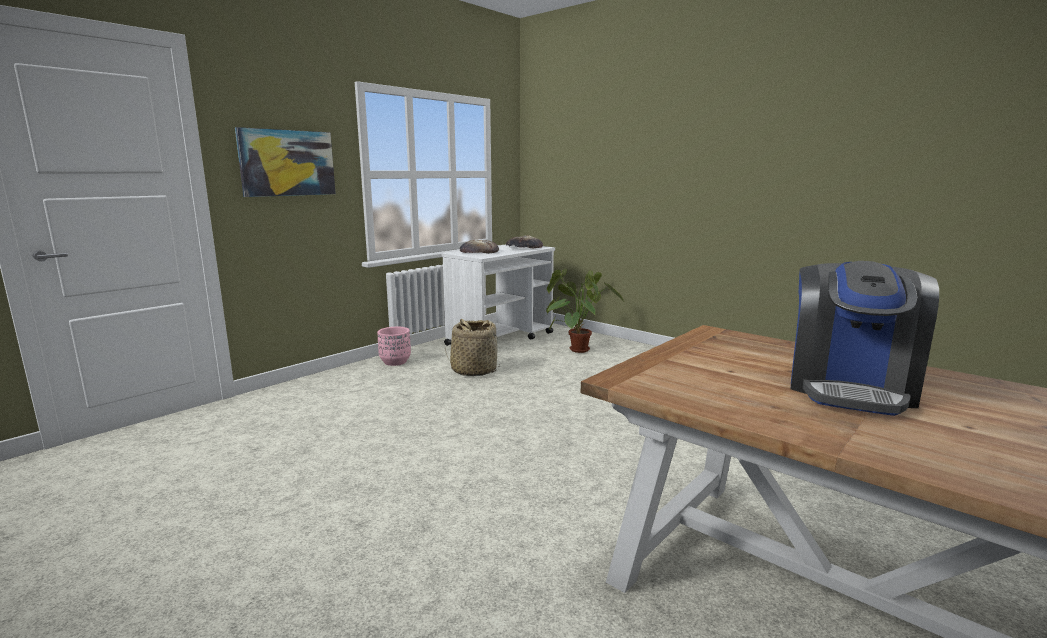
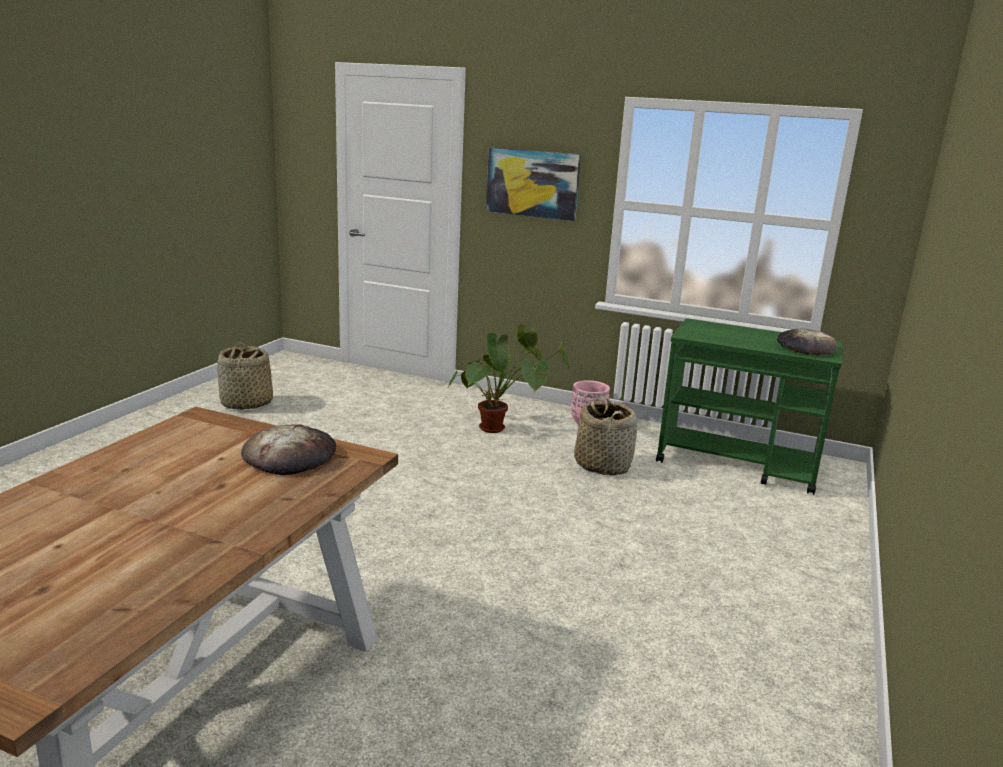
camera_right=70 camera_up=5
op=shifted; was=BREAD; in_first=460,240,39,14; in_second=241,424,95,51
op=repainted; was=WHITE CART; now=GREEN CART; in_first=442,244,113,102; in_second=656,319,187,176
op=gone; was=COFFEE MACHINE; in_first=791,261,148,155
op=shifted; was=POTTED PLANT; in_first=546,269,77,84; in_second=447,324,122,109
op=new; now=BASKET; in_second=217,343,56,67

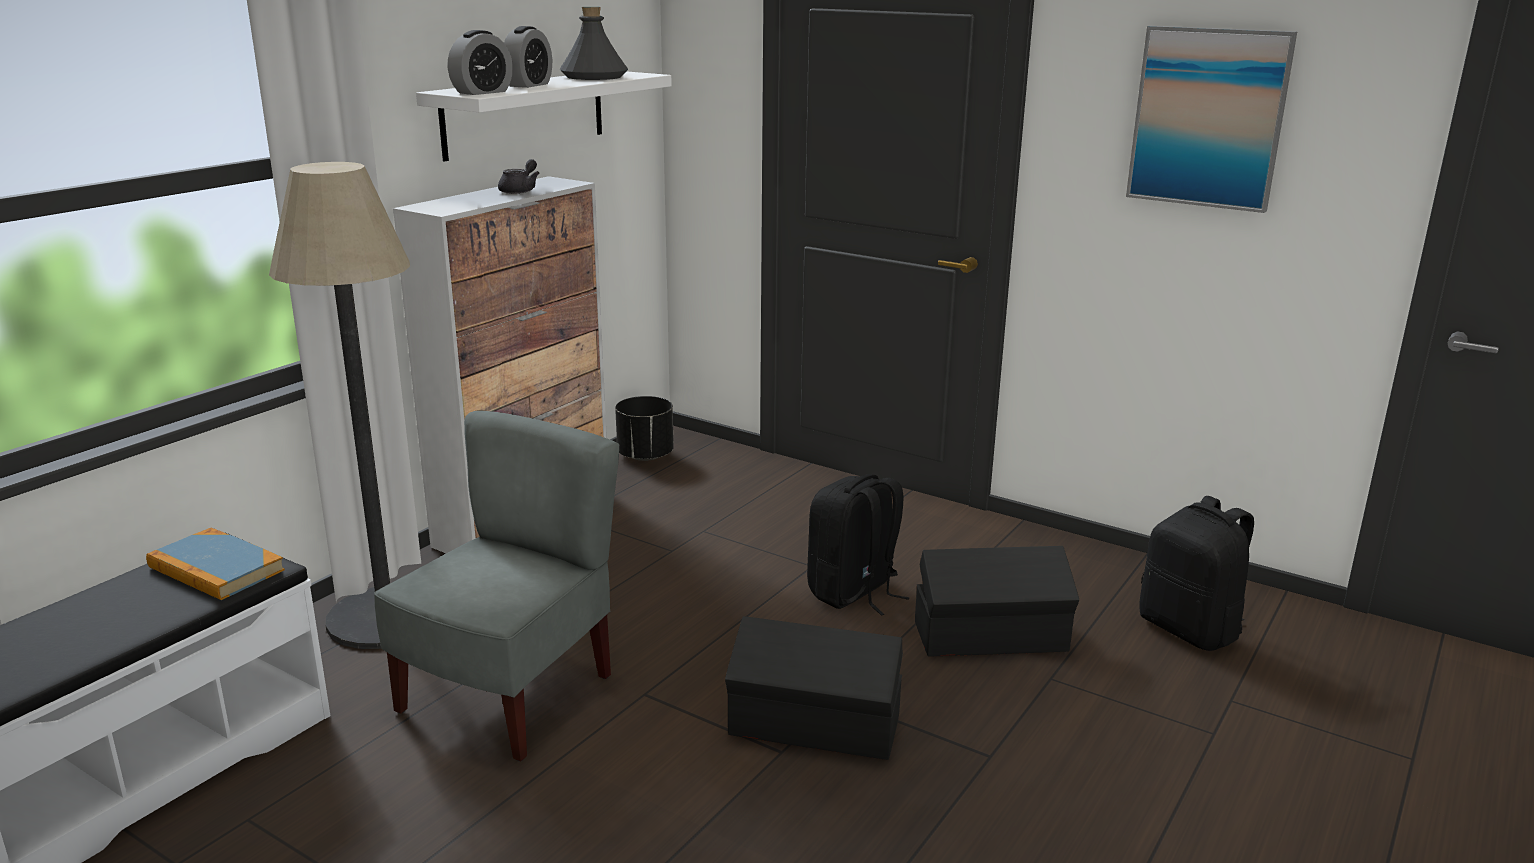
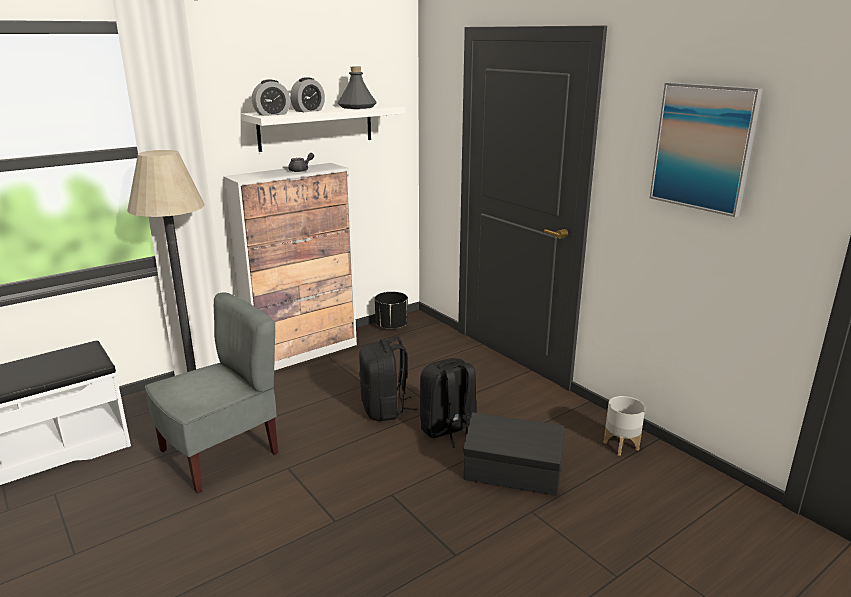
camera_right=20 camera_up=0
op=shifted; was=BLACK BACKPACK; in_first=1139,496,115,155; in_second=359,336,58,85
op=gone; was=BOOK; in_first=146,528,139,72
op=gone; was=BLACK STORAGE BOX; in_first=725,616,178,144
op=new; now=GREY PLANTER; in_second=604,396,41,60

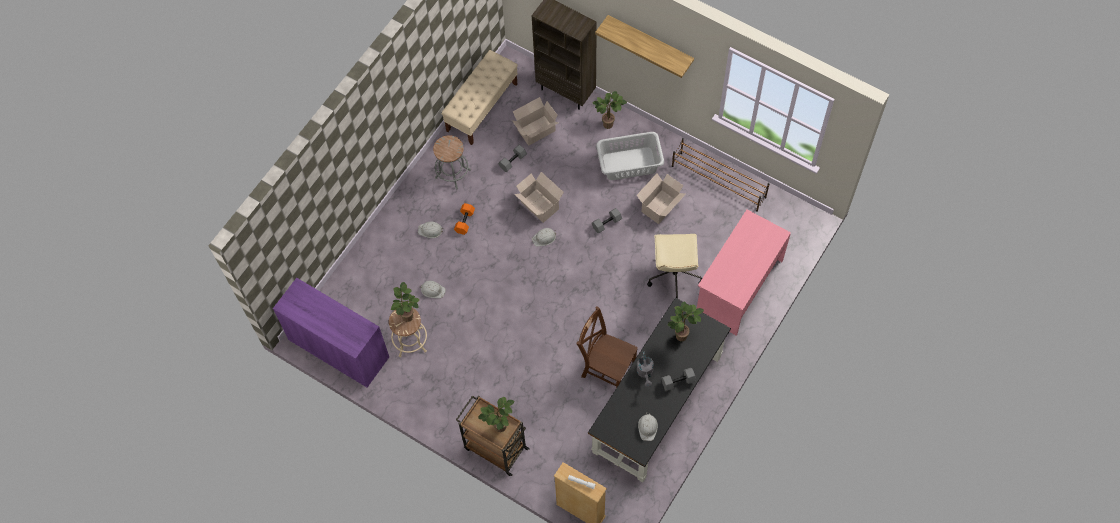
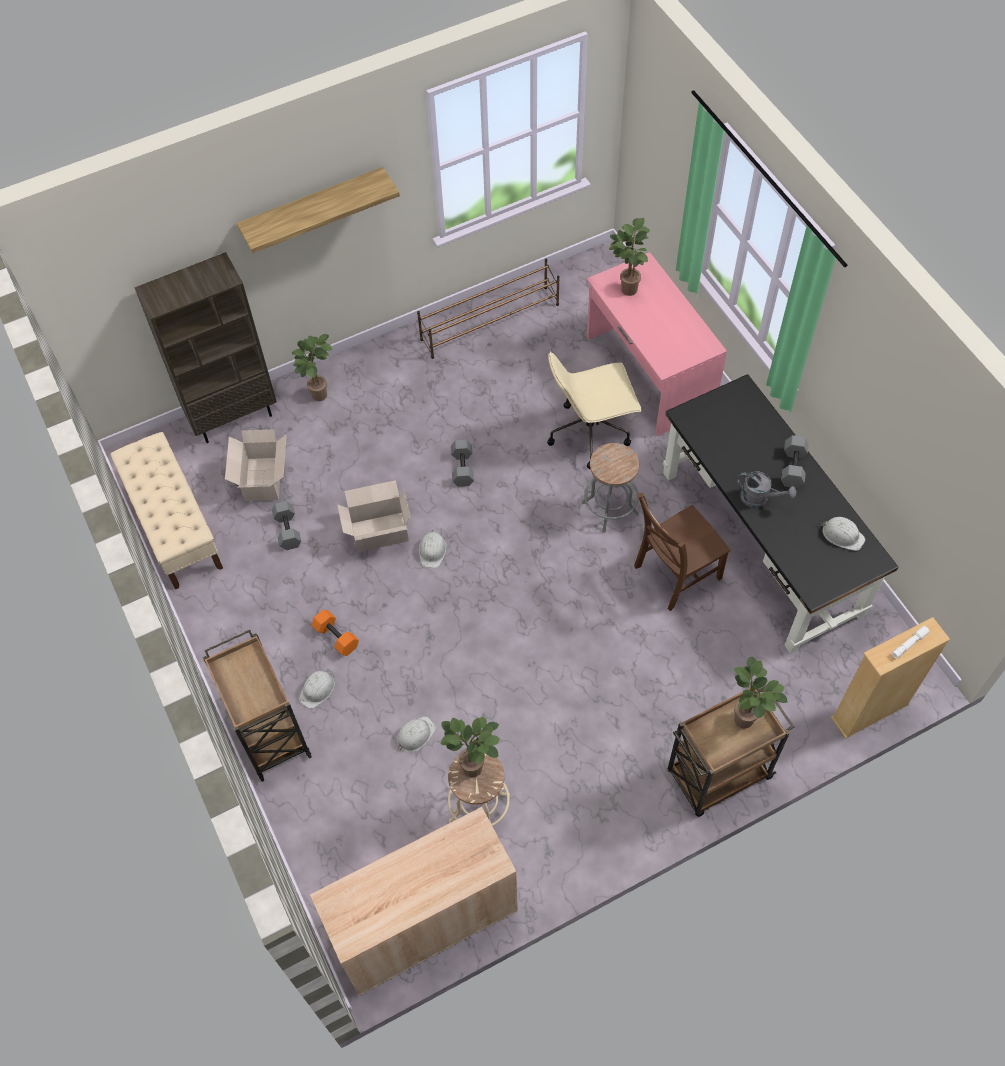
camera_right=-60 camera_up=-5
op=gone; was=GREY LAUNDRY BASKET; in_first=596,132,68,48
op=shifted; was=GREY STOOL; in_first=433,135,38,54; in_second=582,443,57,90
op=gone; was=CARDBOARD BOX; in_first=637,174,49,50
op=rotated; was=BEIGE OFFICE CHAIR; in_first=647,234,55,65; in_second=547,351,95,118; clockwise=135
op=repainted; was=PURPLE CABINET; now=BEIGE CABINET; in_first=273,278,116,110; in_second=310,807,208,189
op=shifted; was=POTTED PLANT; in_first=668,301,36,41; in_second=609,218,41,78
op=new; now=BROWN CART; in_second=203,630,109,152

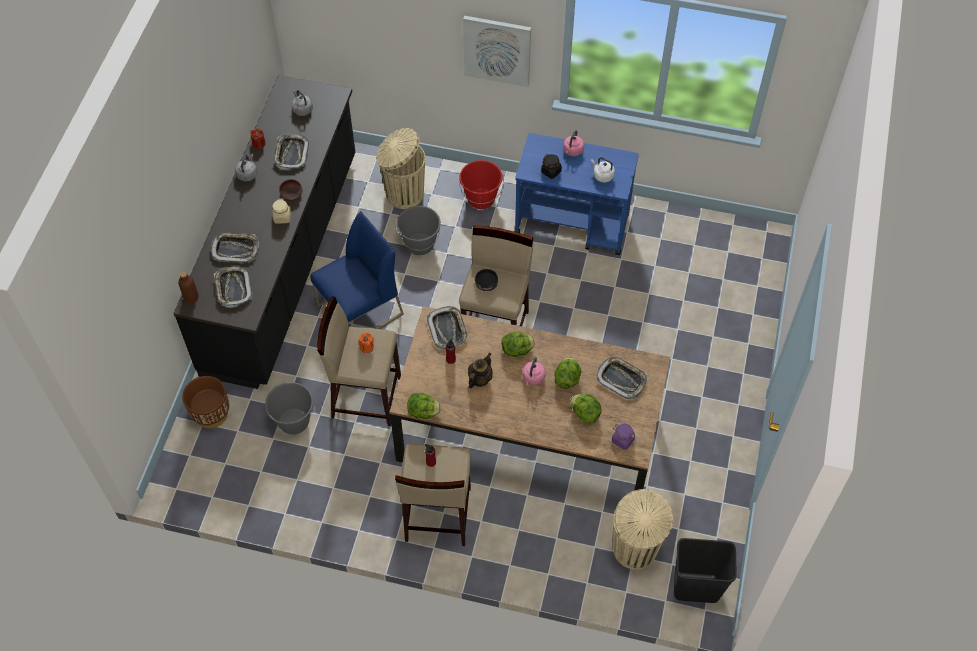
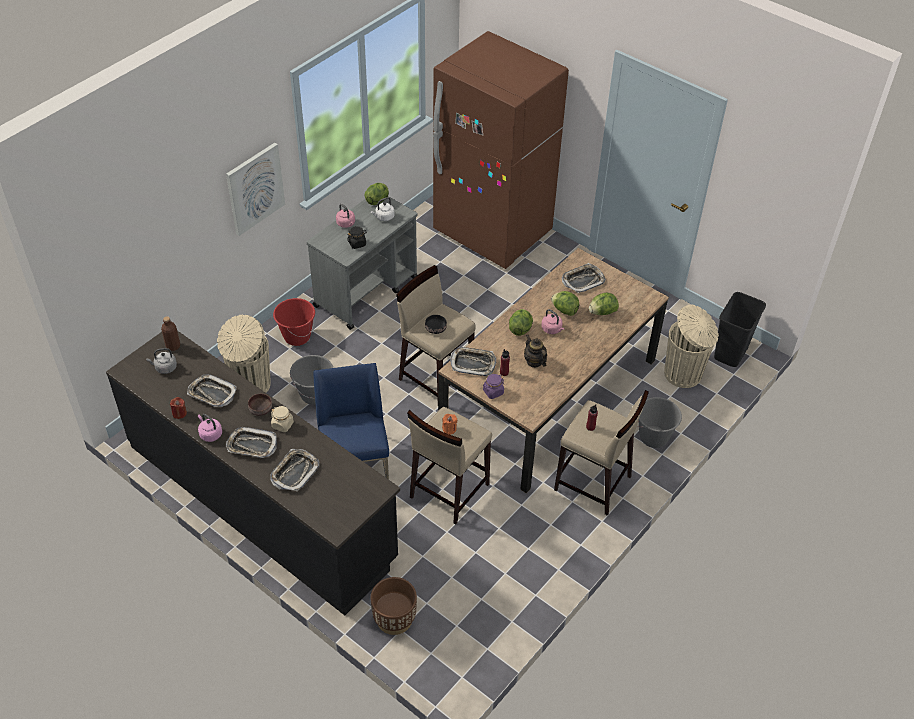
camera_right=-65 camera_up=-10
op=repainted; was=BLUE CART; now=GREY CART; in_first=515,133,124,122; in_second=307,196,110,134
op=repainted; was=GREY KETTLE; now=PINK KETTLE; in_first=235,154,22,28; in_second=198,414,24,28
op=shifted; was=TRAY; in_first=214,266,38,42; in_second=226,427,51,31
op=shifted; was=BROWN BOTTLE; in_first=178,272,21,31; in_second=161,316,19,35
op=shifted; was=GREY BUCKET; in_first=265,382,50,53; in_second=638,397,44,51
op=shifted; was=LETTUCE; in_first=407,393,35,26; in_second=365,183,24,22
op=shifted; was=PURPLE JAR; in_first=612,424,23,26; in_second=483,374,21,25
op=new; now=BROWN FRIDGE; in_second=433,31,136,238

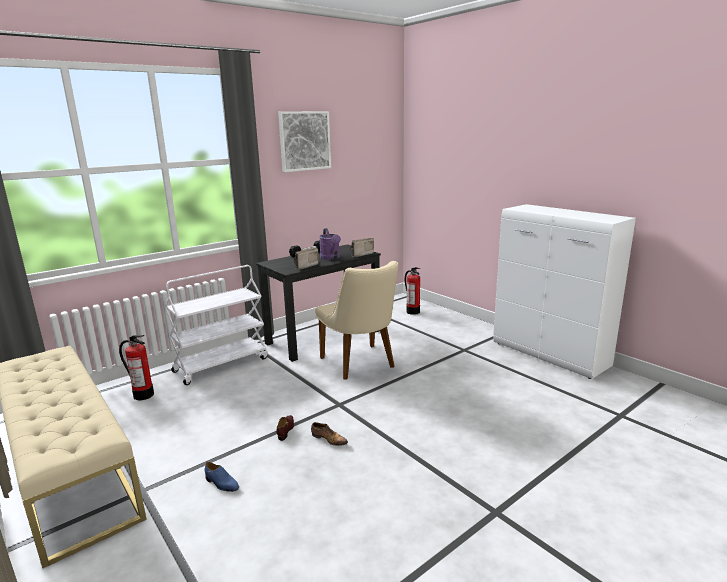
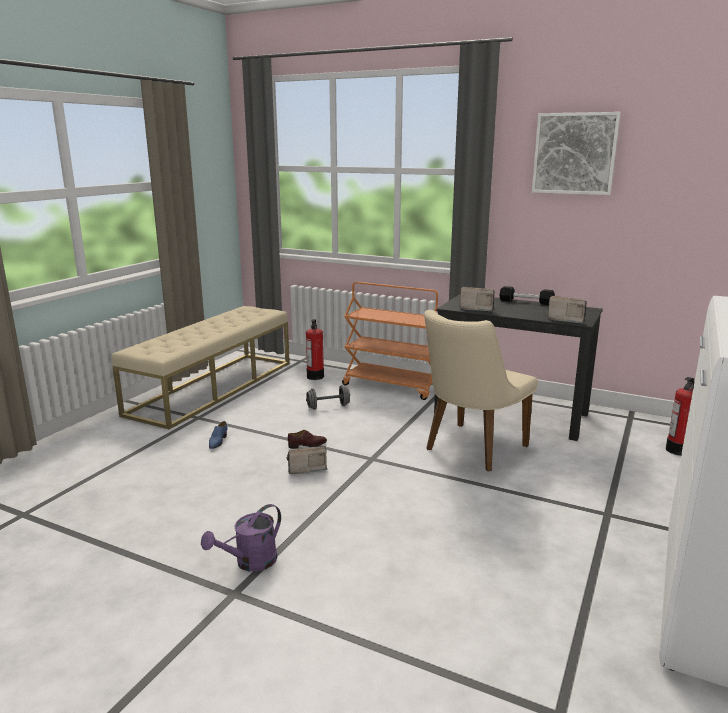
camera_right=65 camera_up=0
op=shifted; was=PURPLE WATERING CAN; in_first=319,228,22,32; in_second=201,504,80,68
op=repainted; was=WHITE CART; now=ORANGE CART; in_first=165,265,103,120; in_second=342,282,96,118
op=swapped; was=SHOE; now=RADIO; in_first=311,422,37,24; in_second=287,447,41,27
op=new; now=GREY DUMBBELL; in_second=306,386,44,24

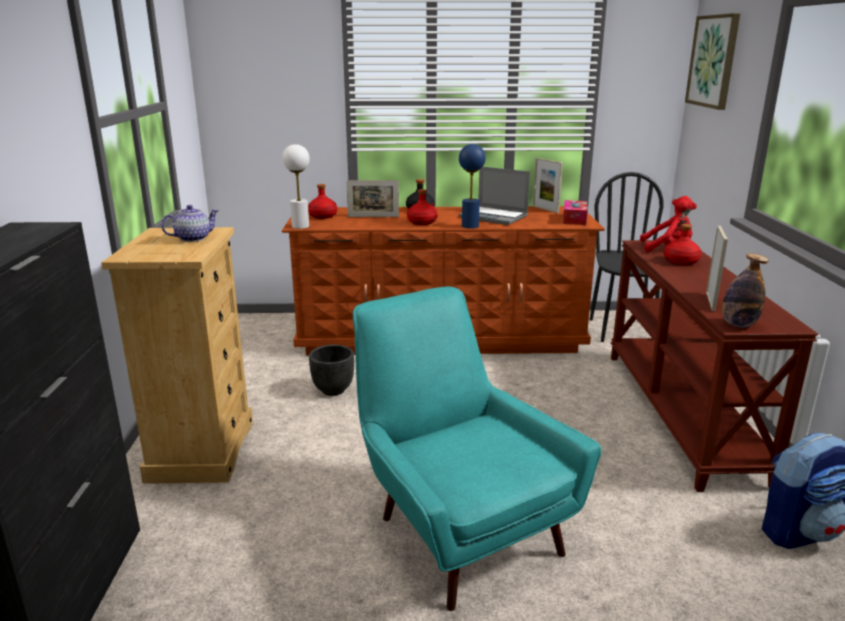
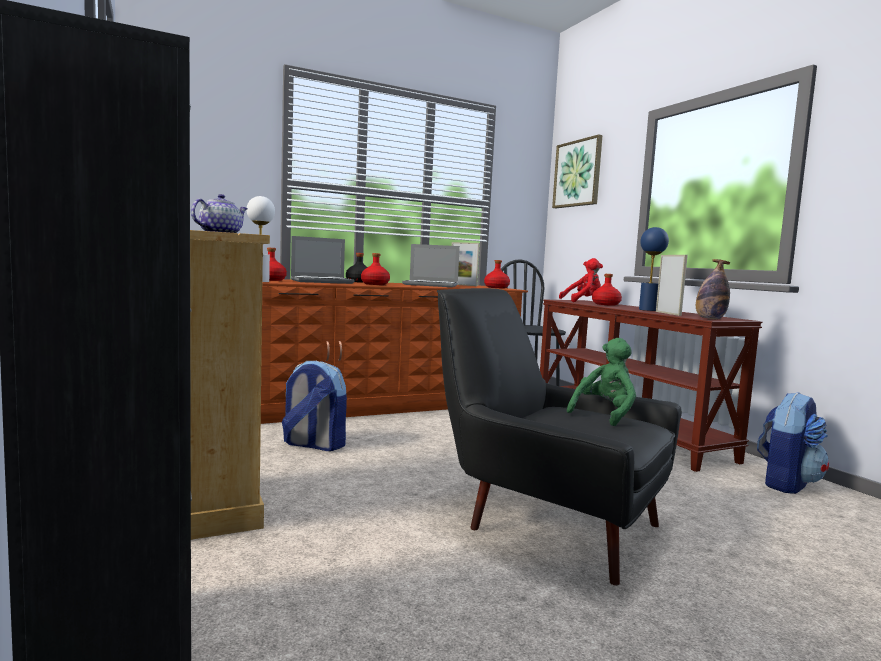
camera_right=-25 camera_up=-15
op=shifted; was=BLUE TABLE LAMP; in_first=459,144,27,85; in_second=639,227,30,84
op=swapped; was=PICTURE FRAME; now=LAPTOP; in_first=346,180,53,37; in_second=291,236,64,48
op=swapped; was=TISSUE BOX; now=RED BOTTLE; in_first=563,200,24,25; in_second=484,260,26,28
op=repainted; was=TURQUOISE ARMCHAIR; now=BLACK ARMCHAIR; in_first=353,287,249,324; in_second=437,288,245,298
op=swapped; was=BLACK PLANTER; now=BACKPACK; in_first=309,345,45,51; in_second=282,361,65,90
op=new; now=GREEN PLUSH TOY; in_second=567,338,69,88

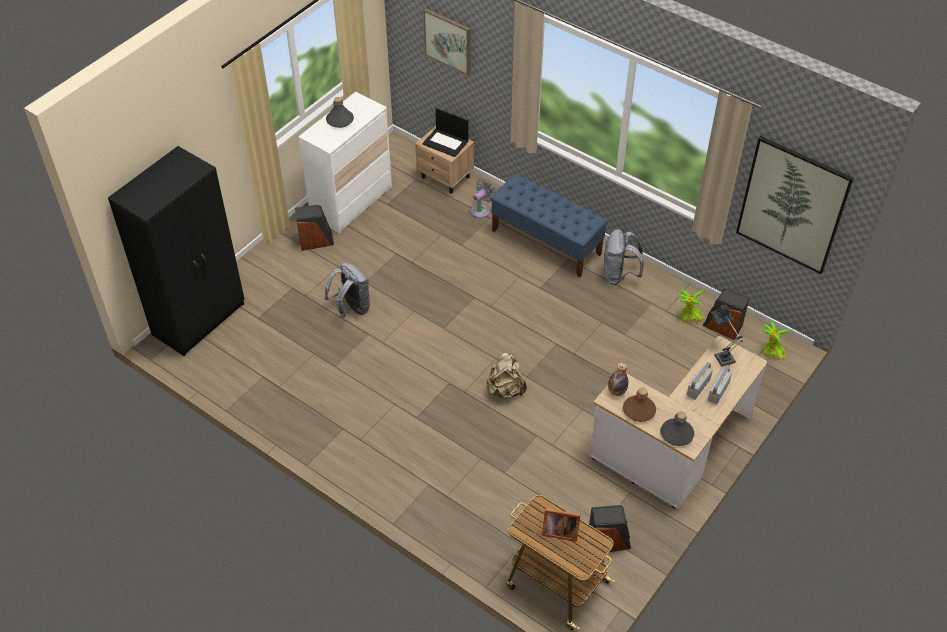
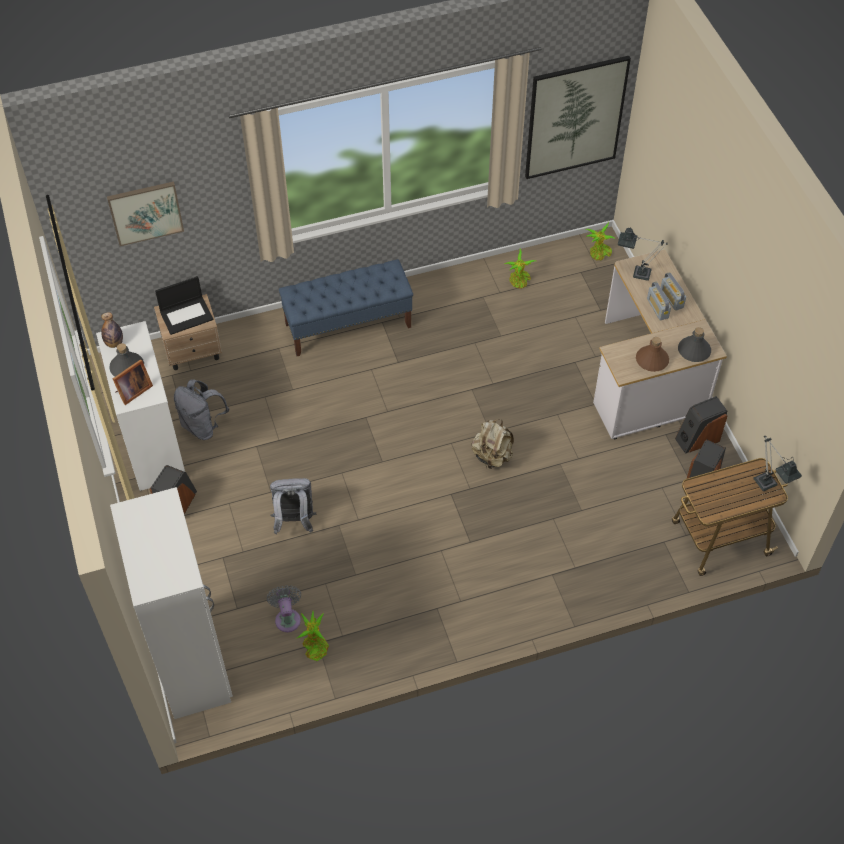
camera_right=-55 camera_up=5
op=repainted; was=BLACK WARDROBE; now=WHITE WARDROBE; in_first=108,146,136,210; in_second=110,487,123,232
op=shifted; was=GREY FAN; in_first=471,179,25,39; in_second=267,585,34,47
op=shifted; was=GREY BACKPACK; in_first=604,229,40,56; in_second=174,379,55,61
op=shifted; was=SPEAKER; in_first=703,289,46,51; in_second=675,396,52,58
op=shifted; was=BOTTLE; in_first=608,363,20,33; in_second=101,312,22,36
op=shifted; was=PICTURE FRAME; in_first=542,508,39,34; in_second=113,359,40,46
op=new; now=TABLE LAMP; in_second=753,435,49,56
op=new; now=POTTED PLANT; in_second=297,612,32,49

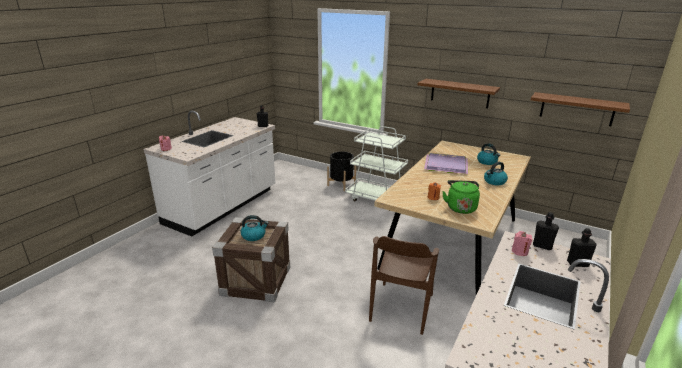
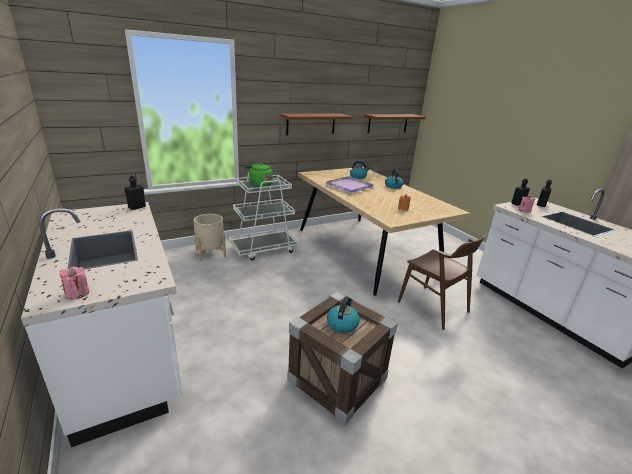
camera_right=-60 camera_up=0
op=repainted; was=BLACK PLANTER; now=BEIGE PLANTER; in_first=327,151,29,40; in_second=193,214,33,47
op=shifted; was=GREEN KETTLE; in_first=442,180,38,34; in_second=244,163,28,24

